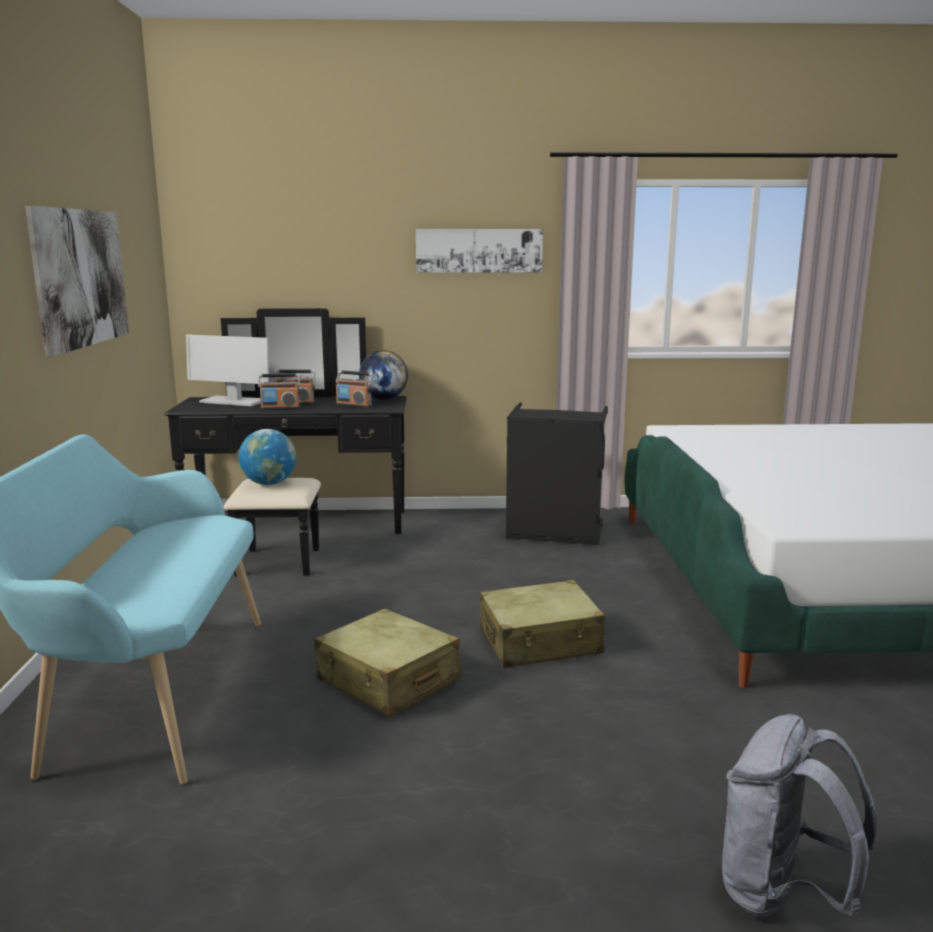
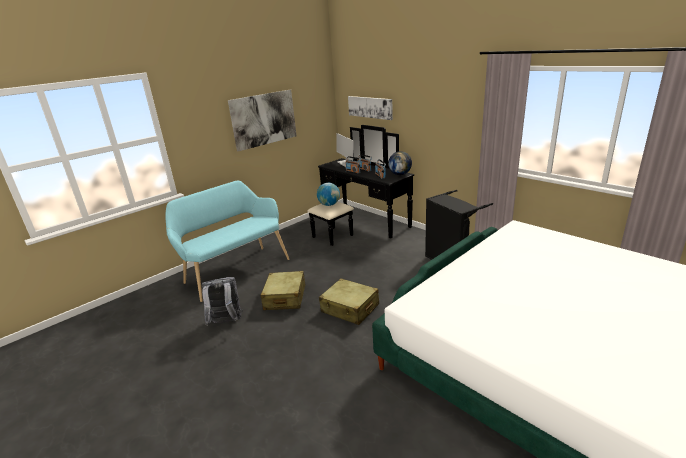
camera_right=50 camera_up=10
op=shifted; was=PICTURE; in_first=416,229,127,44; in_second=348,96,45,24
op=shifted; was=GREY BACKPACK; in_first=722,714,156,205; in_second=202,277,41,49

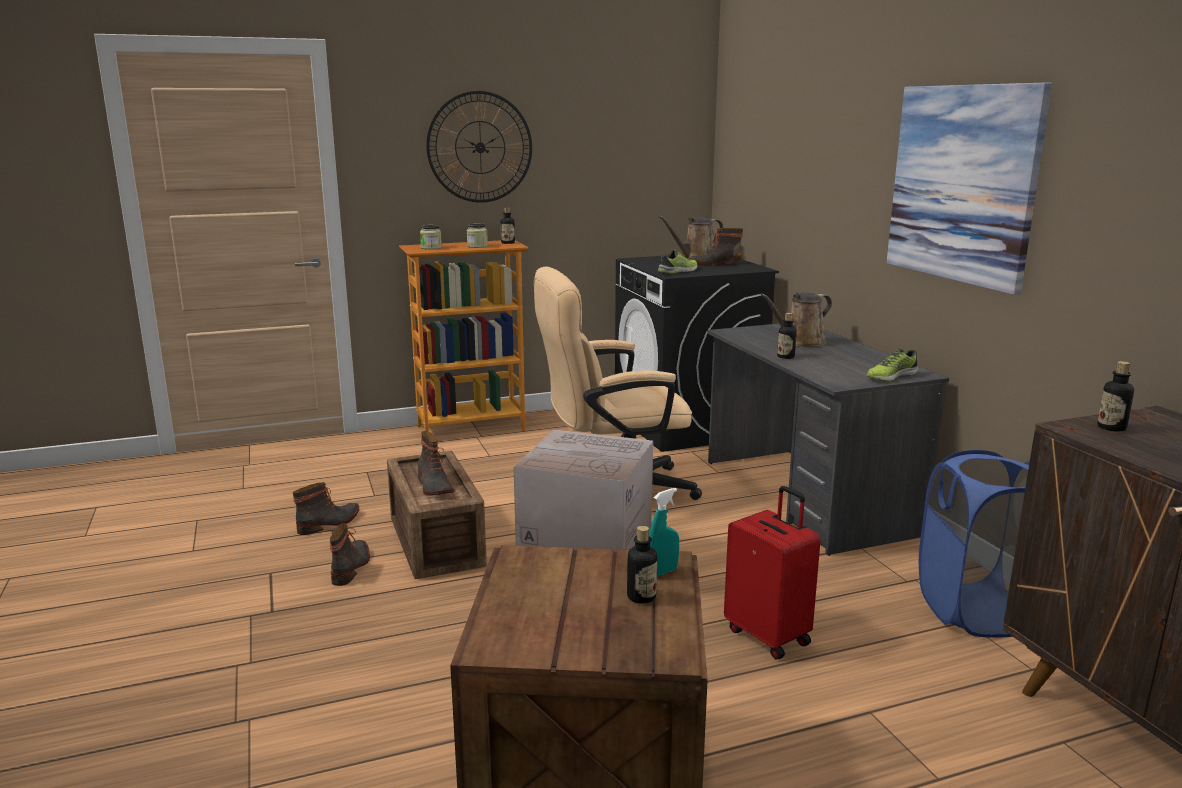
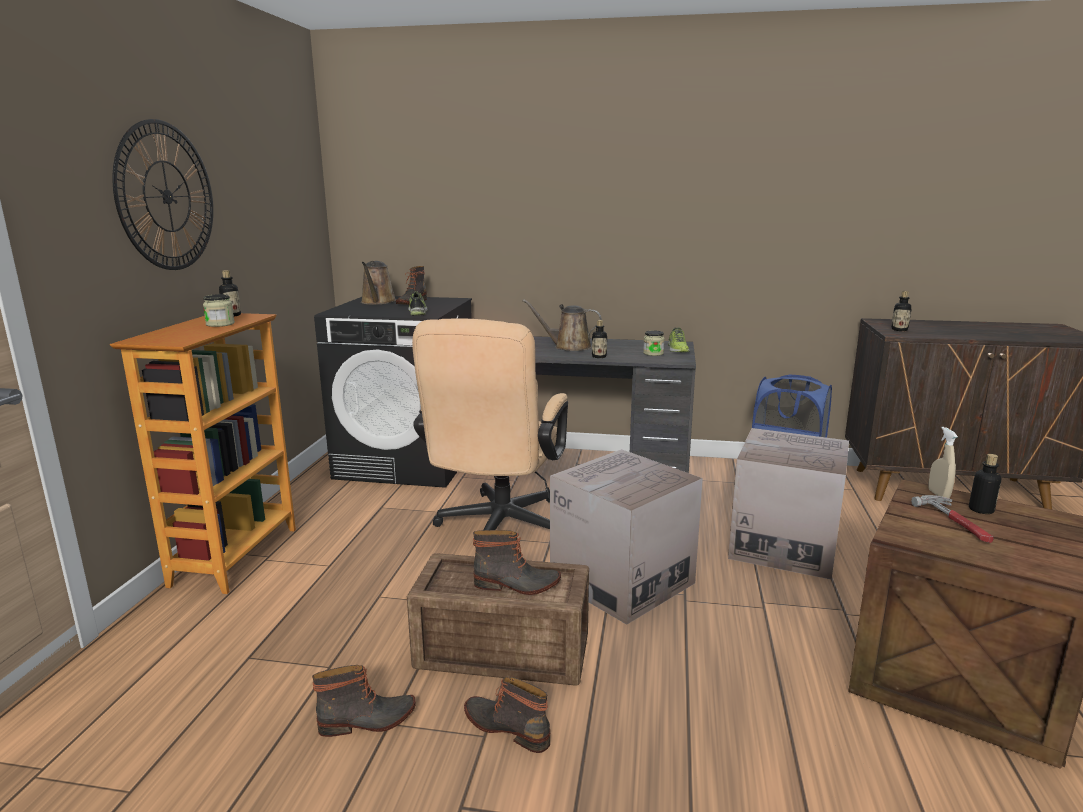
camera_right=-60 camera_up=0
op=gone; was=PICTURE; in_first=887,83,165,212
op=shifted; was=JAR; in_first=420,225,22,25; in_second=643,330,22,26
op=rotated; was=BROWN WATERING CAN; in_first=761,292,71,55; in_second=522,299,79,52; clockwise=105
op=rotated; was=BOOT; in_first=293,482,66,53; in_second=312,665,104,72; clockwise=90
op=swapped; was=RED SUITCASE; now=CARDBOARD BOX; in_first=724,486,97,173; in_second=728,428,121,152
op=repainted; was=TURQUOISE SPRAY BOTTLE; now=BEIGE SPRAY BOTTLE; in_first=649,488,30,89; in_second=929,427,29,71
op=new; now=HAMMER; in_second=911,495,83,48

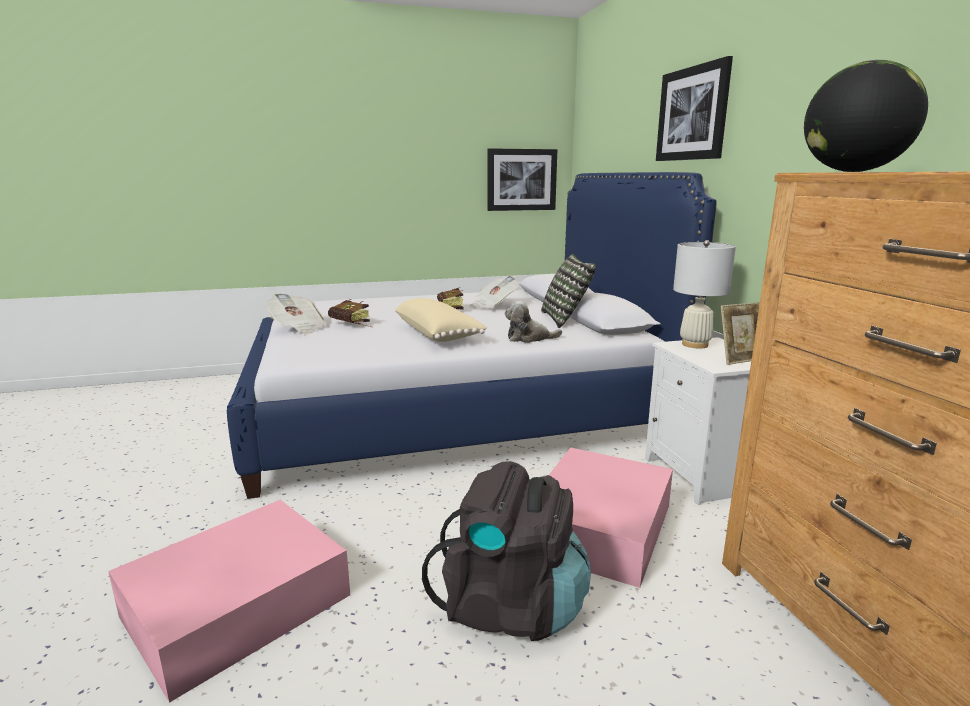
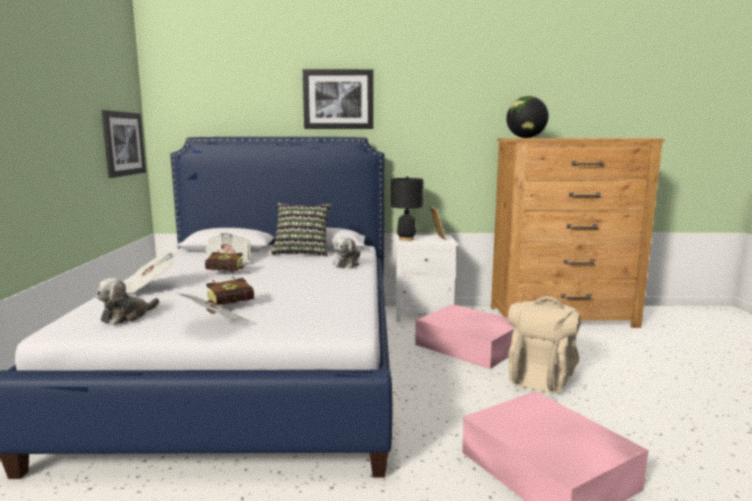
camera_right=-75 camera_up=-5
op=repainted; was=WHITE TABLE LAMP; now=BLACK TABLE LAMP; in_first=673,240,63,108; in_second=391,176,32,65
op=gone; was=BEIGE PILLOW; in_first=395,298,92,44
op=repainted; was=BLACK BACKPACK; now=BEIGE BACKPACK; in_first=422,461,169,180; in_second=508,296,74,98
op=new; now=NEWSPAPER; in_second=125,253,51,40
op=new; now=PLUSH TOY; in_second=96,278,63,47

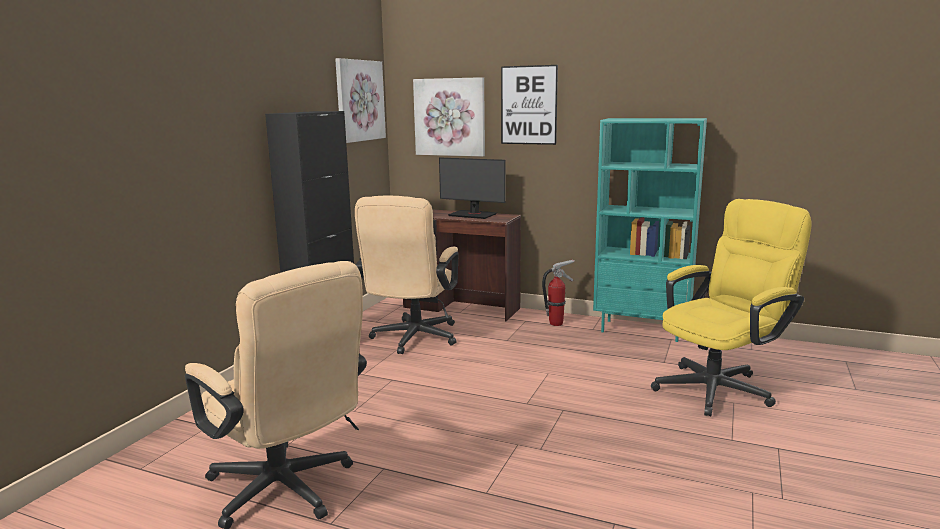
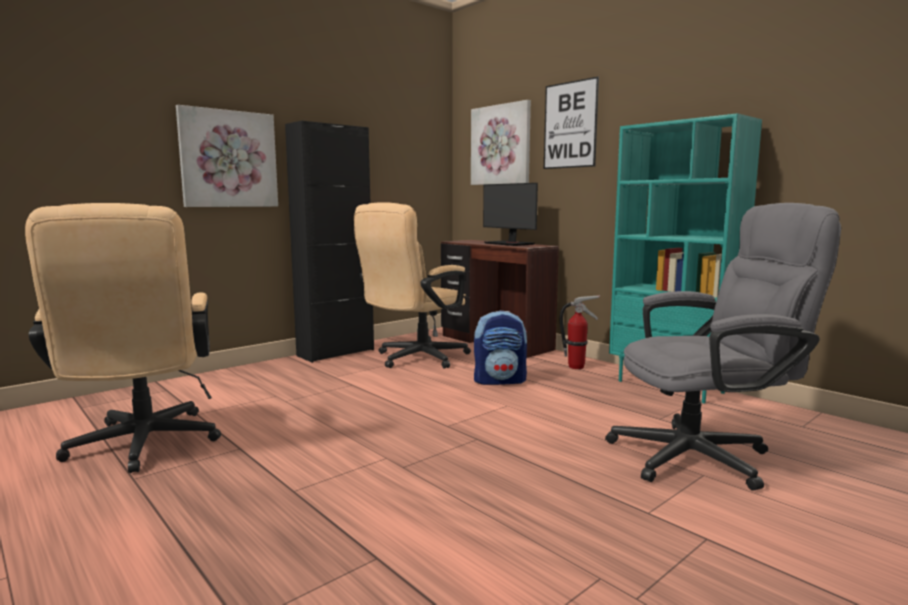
camera_right=25 camera_up=-5
op=shifted; was=PICTURE; in_first=335,58,51,85; in_second=176,105,102,102
op=repainted; was=YELLOW OFFICE CHAIR; now=GREY OFFICE CHAIR; in_first=651,199,160,217; in_second=605,203,236,288
op=new; now=BACKPACK; in_second=474,311,53,74

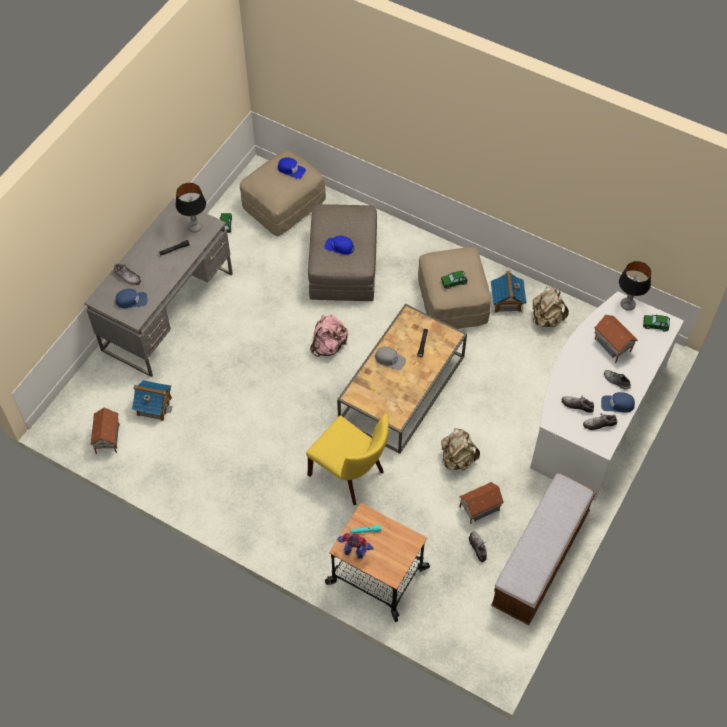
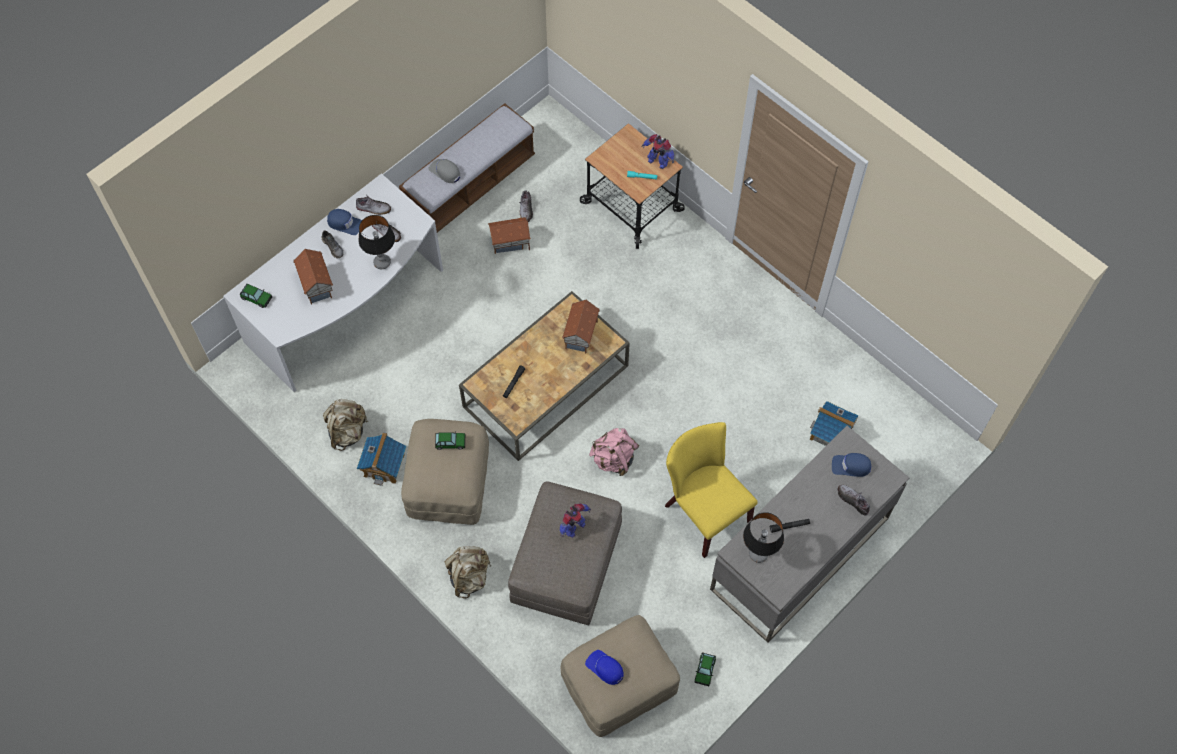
camera_right=-165 camera_up=5
op=swapped; was=BLUE CAP; now=TOY ROBOT; in_first=324,235,30,20; in_second=560,503,31,35
op=shifted; was=TABLE LAMP; in_first=619,261,32,50; in_second=358,215,37,54
op=shifted; was=GREY CAP; in_first=375,347,31,24; in_second=428,159,32,24
op=shifted; was=TOY HOUSE; in_first=90,407,30,47; in_second=562,300,38,53
op=shifted; was=YELLOW CHAIR; in_first=306,414,83,91; in_second=665,422,93,136
op=shifted; was=BEIGE BACKPACK; in_first=441,428,39,42; in_second=445,546,46,53

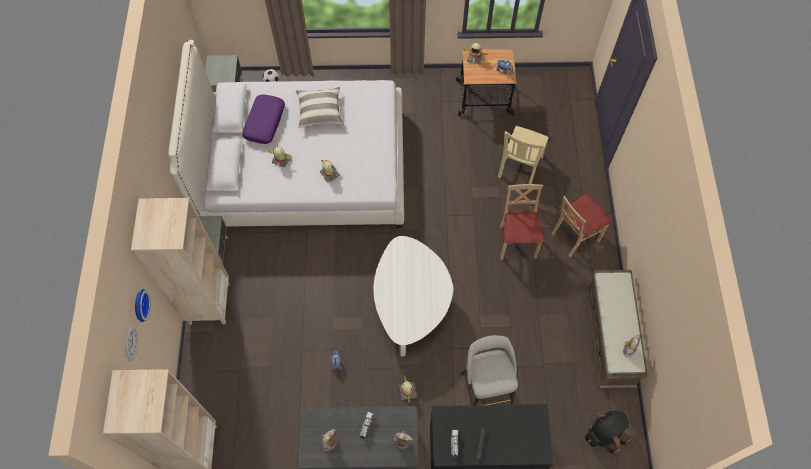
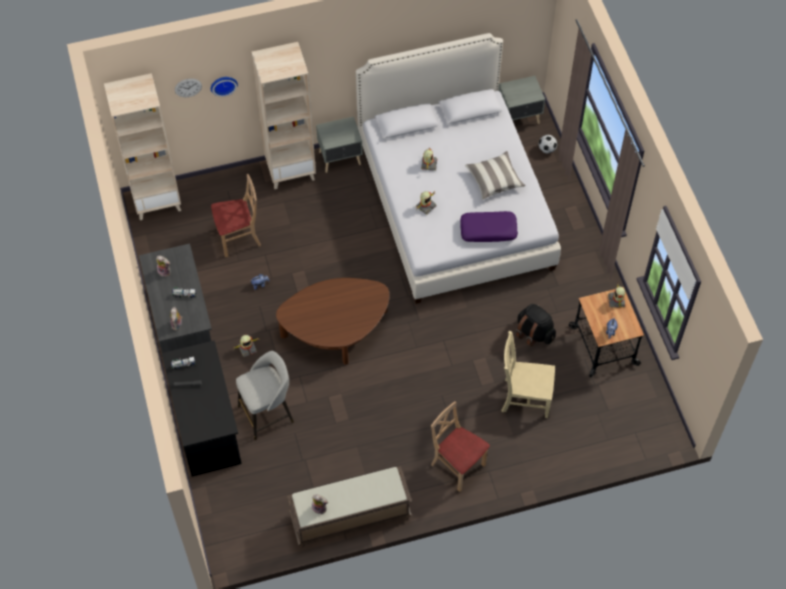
camera_right=75 camera_up=-5
op=shifted; was=PURPLE PILLOW; in_first=243,94,42,50; in_second=460,211,58,31
op=shifted; was=BEIGE CHAIR; in_first=500,184,44,76; in_second=211,174,50,83
op=repainted; was=WHITE COFFEE TABLE; now=BROWN COFFEE TABLE; in_first=374,236,79,121; in_second=276,278,113,87
op=shifted; was=BLACK BACKPACK; in_first=585,411,46,43; in_second=516,304,40,43

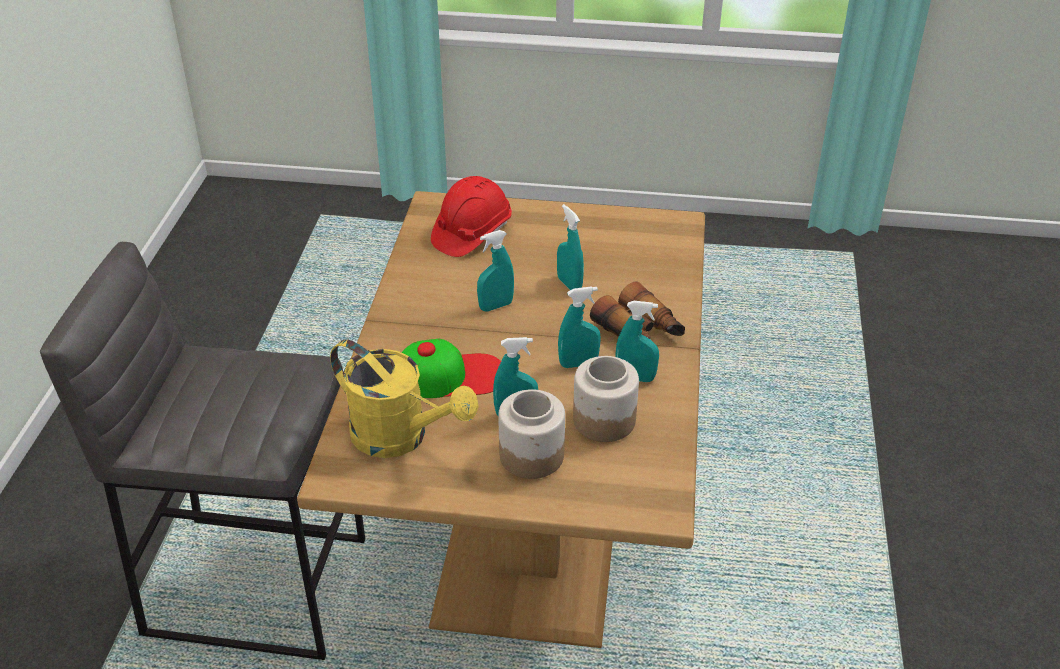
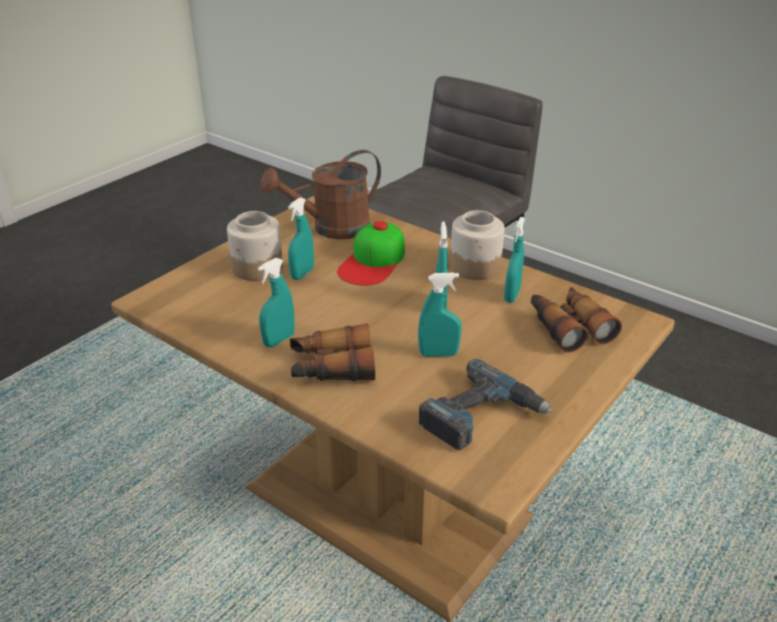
camera_right=120 camera_up=-5
op=swapped; was=RED HARD HAT; now=BINOCULARS; in_first=431,176,81,81; in_second=531,287,91,66
op=shifted; was=TURQUOISE SPRAY BOTTLE; in_first=558,286,43,82; in_second=504,217,21,86
op=repainted; was=YELLOW WATERING CAN; now=BROWN WATERING CAN; in_first=330,339,149,119; in_second=260,150,121,89
op=shifted; was=JAR; in_first=573,356,66,86; in_second=450,210,55,70
op=new; now=POWER DRILL; in_second=419,359,133,91

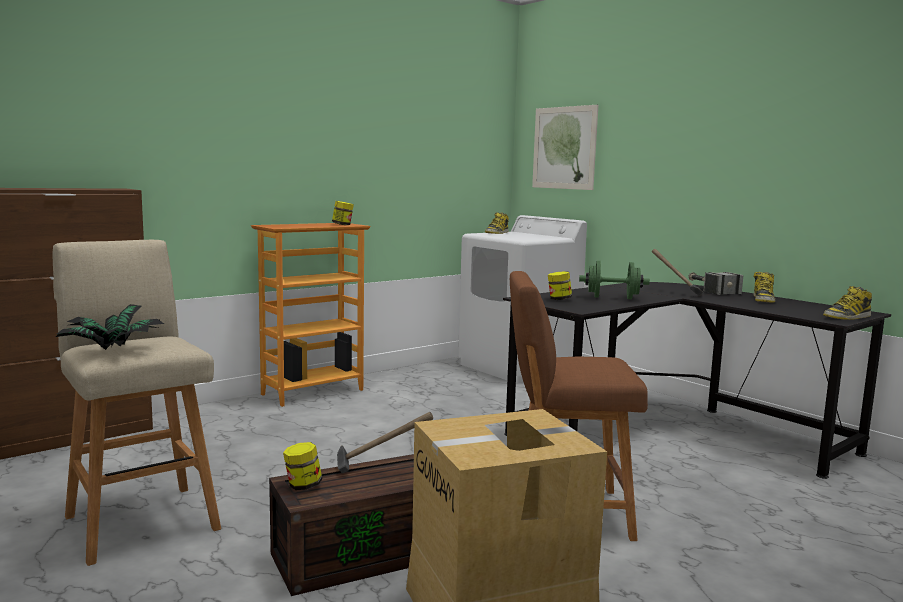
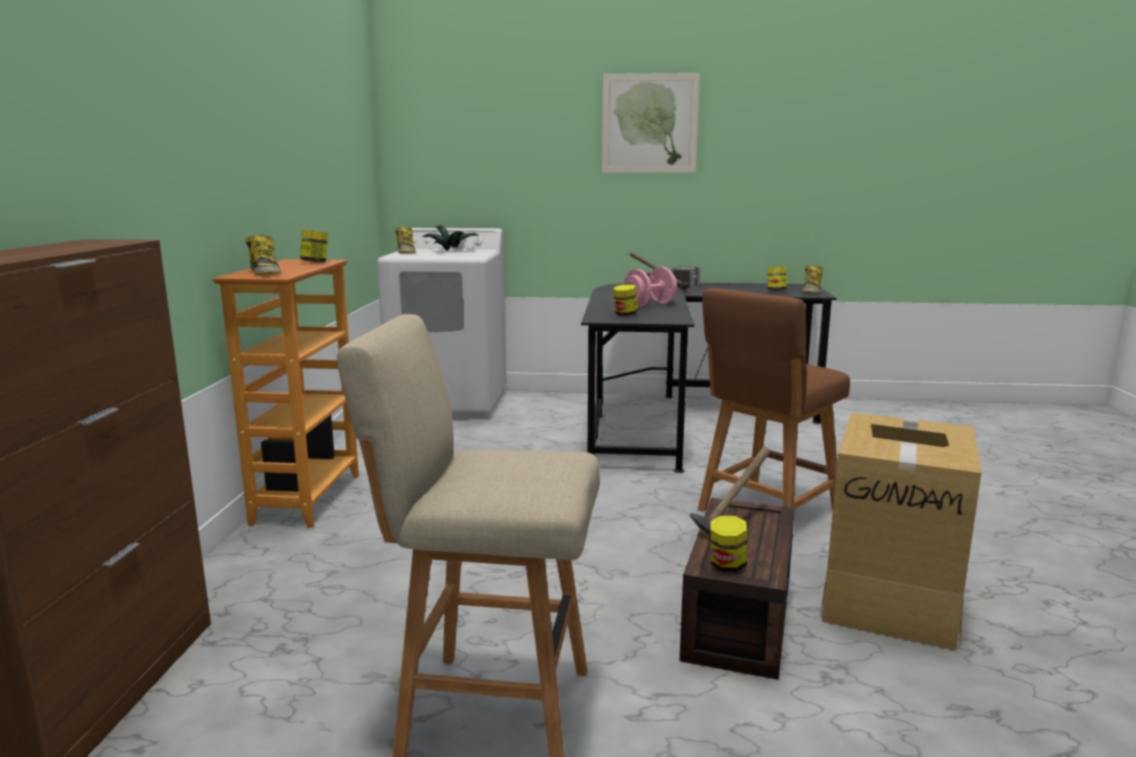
camera_right=-45 camera_up=5
op=shifted; was=PICTURE; in_first=532,105,67,85; in_second=602,73,98,100
op=repainted; was=GREEN DUMBBELL; now=PINK DUMBBELL; in_first=579,261,71,38; in_second=622,267,55,40
op=shifted; was=BOOT; in_first=753,272,22,31; in_second=246,235,35,40
op=shifted; was=POTTED PLANT; in_first=56,304,108,46; in_second=423,225,55,26
op=new; now=JAR; in_second=768,267,18,23

